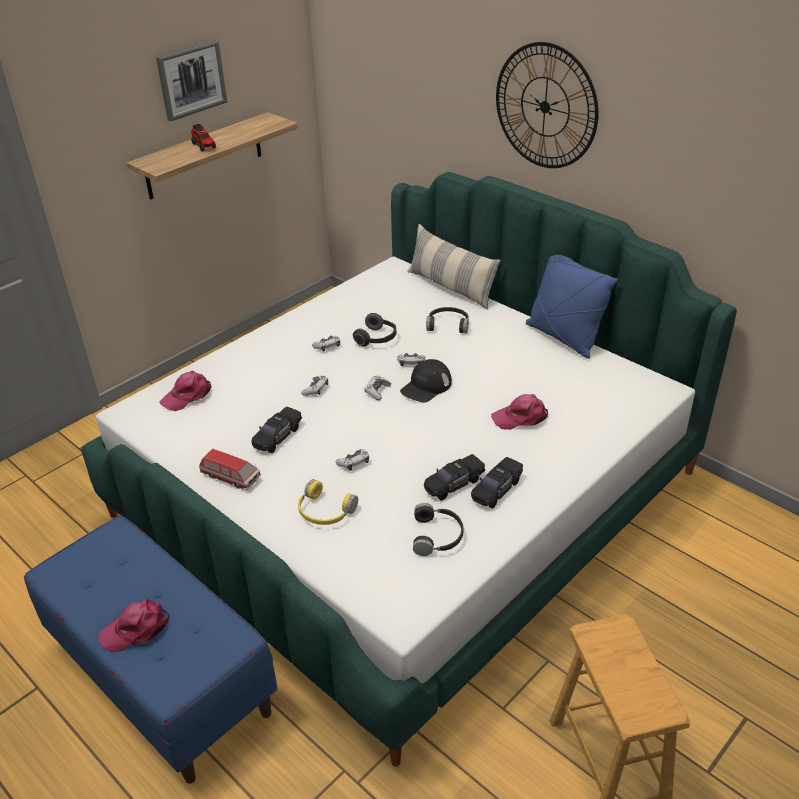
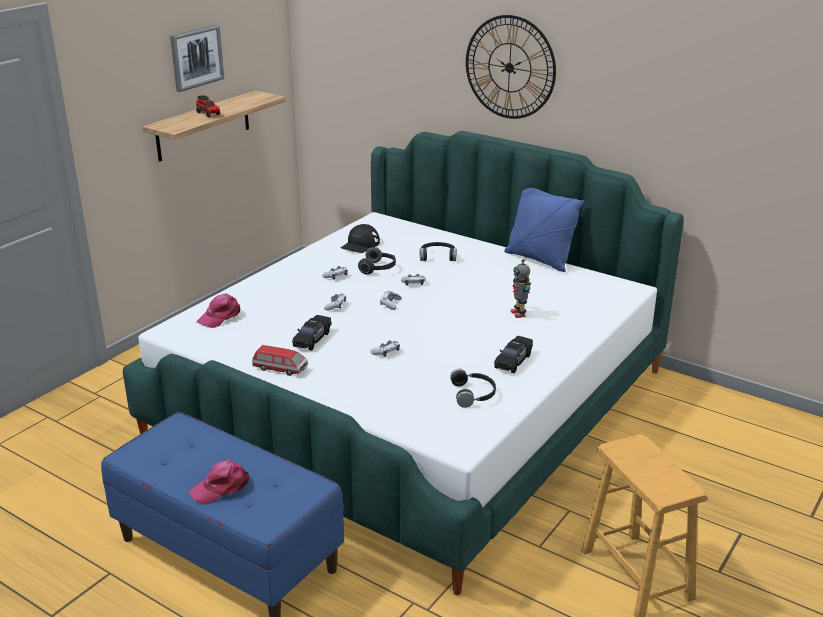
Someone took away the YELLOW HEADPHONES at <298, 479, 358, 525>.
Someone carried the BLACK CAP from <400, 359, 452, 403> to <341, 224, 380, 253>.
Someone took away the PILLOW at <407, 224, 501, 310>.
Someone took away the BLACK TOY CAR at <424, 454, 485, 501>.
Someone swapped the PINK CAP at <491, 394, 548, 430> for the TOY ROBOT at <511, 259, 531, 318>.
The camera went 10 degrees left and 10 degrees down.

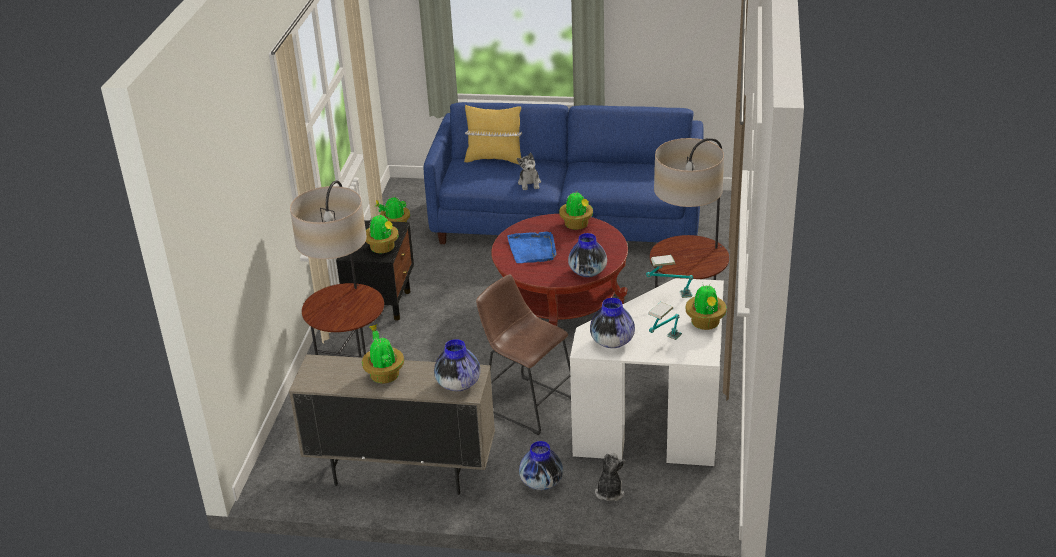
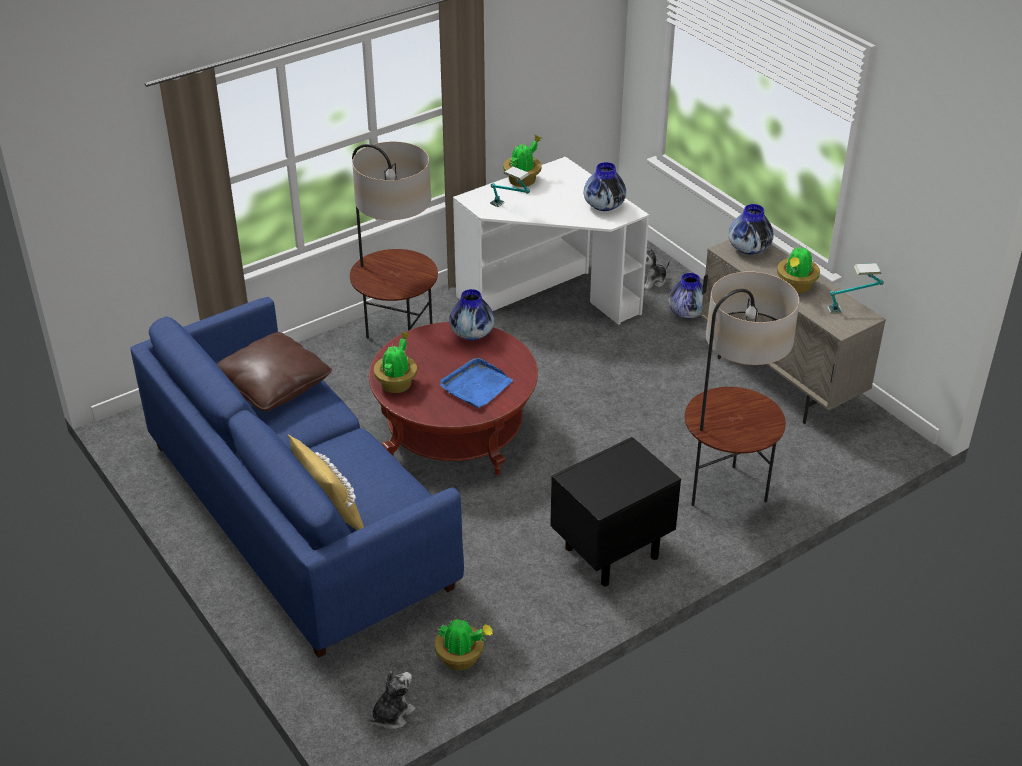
Someone took away the POTTED PLANT at <365, 214, 399, 253>.
Someone took away the BROWN STOOL at <476, 274, 571, 435>.
Someone carried the PLUSH TOY from <517, 152, 541, 190> to <369, 671, 416, 730>.
Someone carried the TABLE LAMP from <648, 302, 682, 340> to <827, 263, 884, 314>.
Someone put down the BROWN PILLOW at <217, 332, 332, 411>.
The camera went 135 degrees left and 5 degrees up.

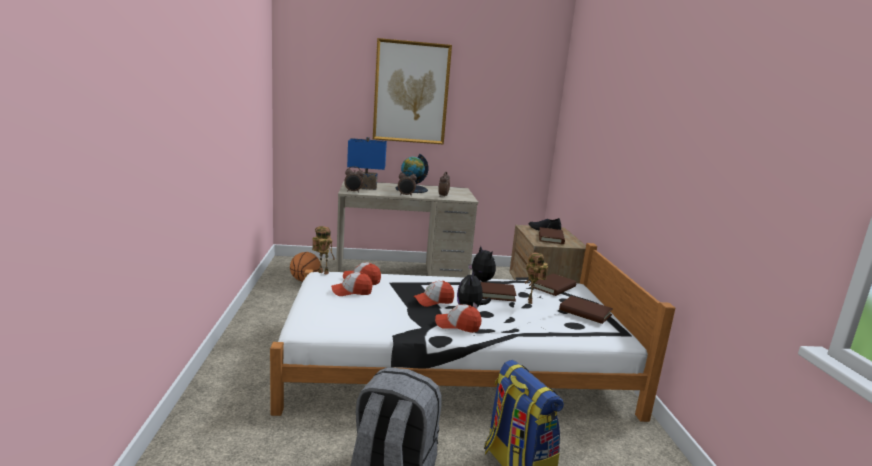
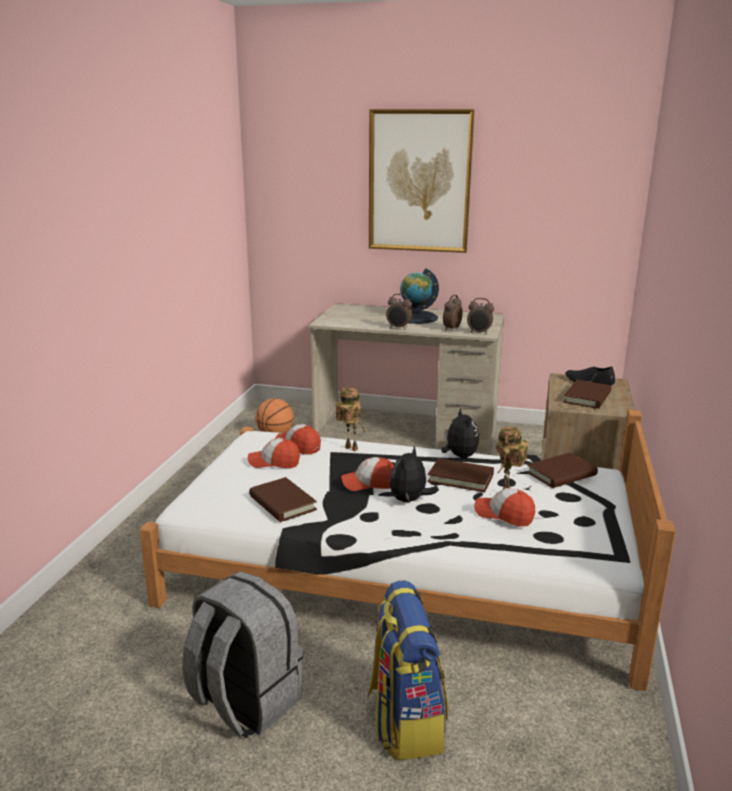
Someone carried the TOY ROBOT from <312, 226, 335, 275> to <335, 387, 366, 451>.
Someone carried the ALARM CLOCK from <344, 166, 364, 193> to <467, 298, 494, 334>.
Someone took away the BLUE TABLE LAMP at <347, 137, 387, 190>.
Someone carried the CAP from <435, 304, 481, 333> to <474, 488, 535, 527>.
Someone carried the BROWN BOOK from <559, 296, 613, 324> to <249, 477, 317, 522>.
The camera went 20 degrees right and 5 degrees up.

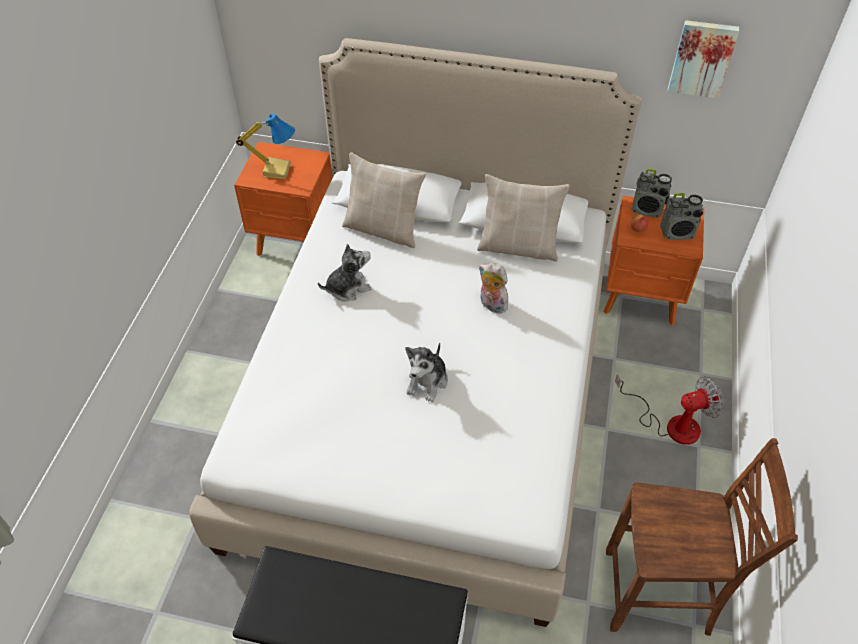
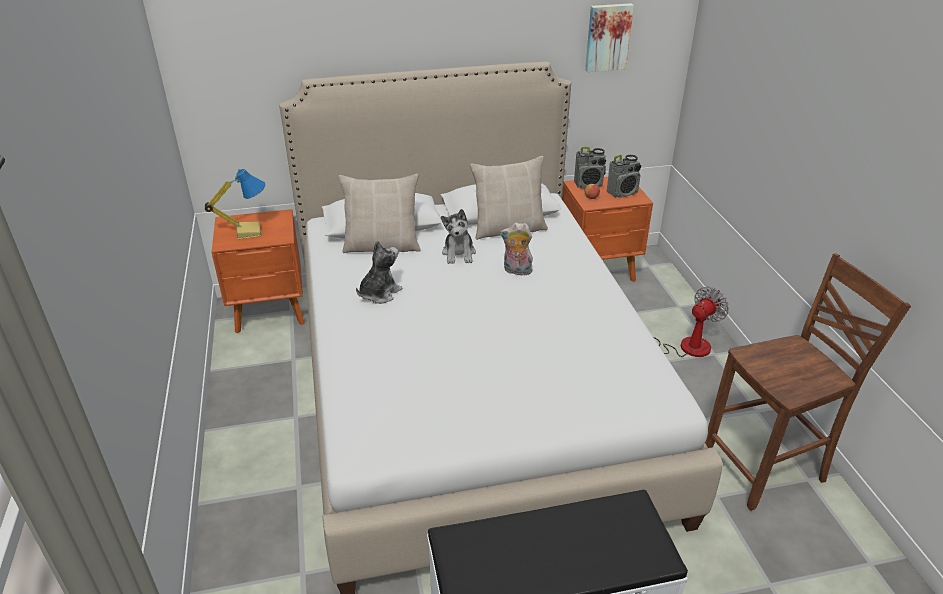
Someone carried the PLUSH TOY from <405, 342, 448, 402> to <441, 209, 476, 264>.
The camera went 25 degrees left and 15 degrees down.

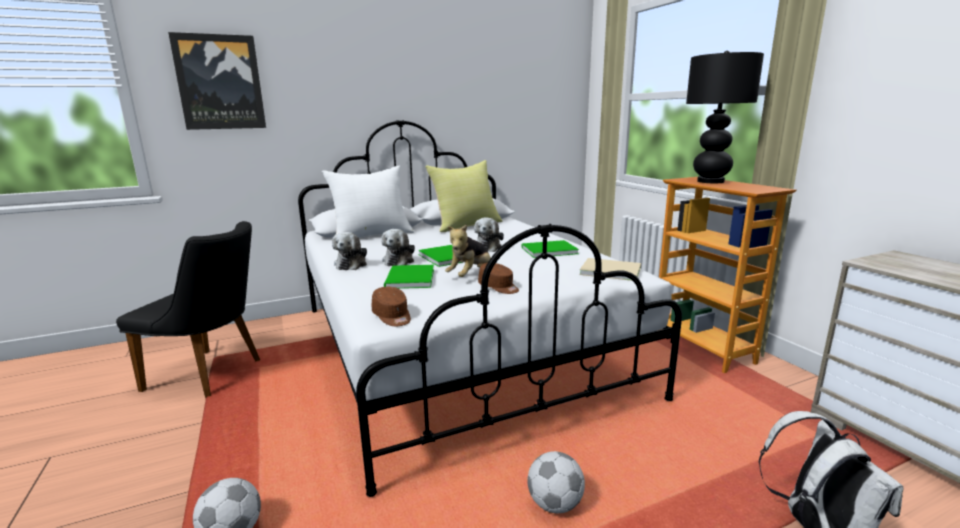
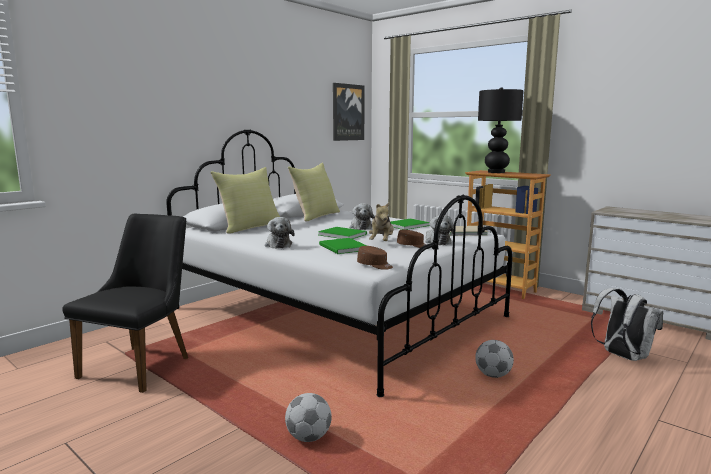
Someone rotated the BLACK CHAIR at <116, 221, 260, 399> by 60 degrees counterclockwise.
Someone carried the PICTURE from <168, 32, 266, 130> to <333, 83, 365, 141>.
Someone repainted the WHITE PILLOW at <322, 165, 414, 238>, which became the YELLOW PILLOW at <210, 167, 280, 234>.
Someone carried the PLUSH TOY from <381, 229, 415, 266> to <425, 215, 453, 245>.
The camera went 25 degrees left and 5 degrees down.

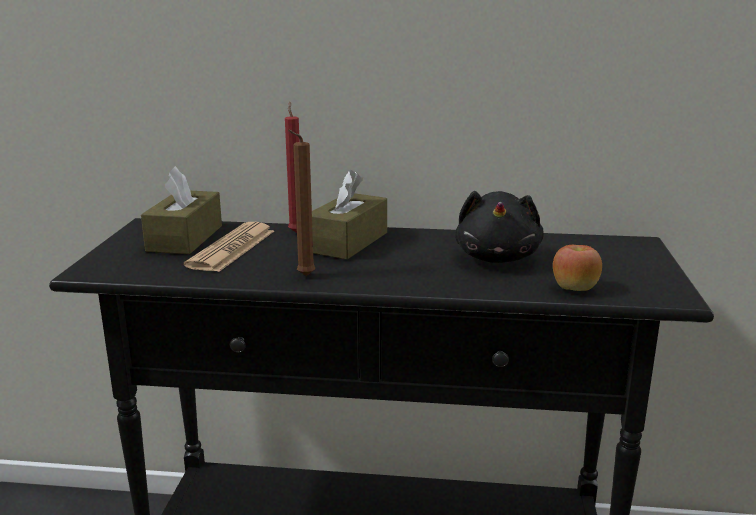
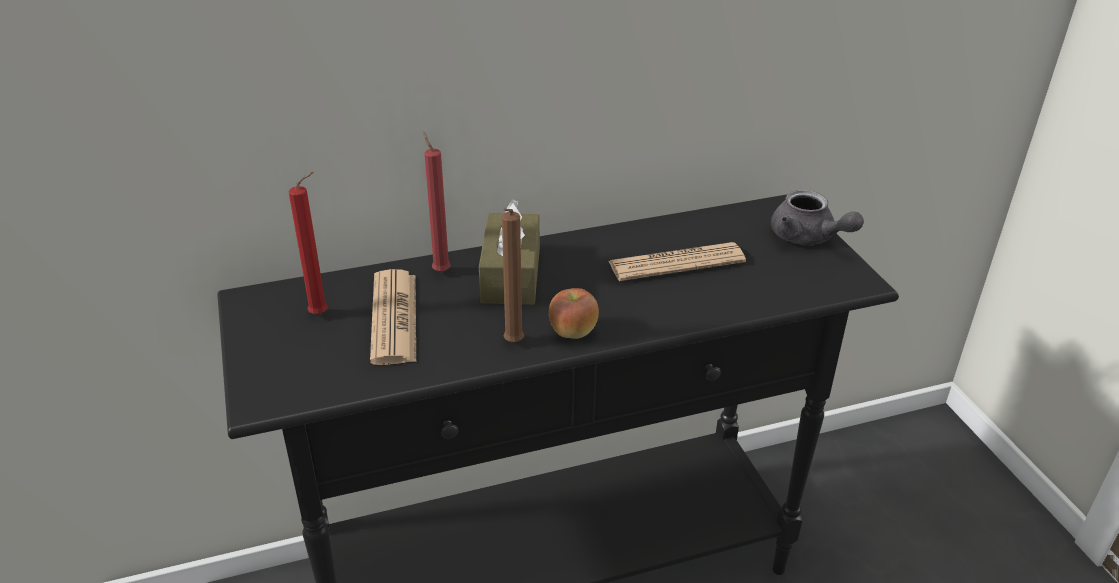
Someone swapped the BROWN TISSUE BOX at <141, 166, 222, 254> for the RED CANDLE at <289, 172, 328, 315>.
Someone swapped the BLACK PLUSH TOY at <455, 191, 544, 263> for the NEWSPAPER at <608, 242, 746, 281>.
Someone carried the APPLE from <553, 245, 602, 291> to <549, 288, 599, 339>.
Someone put down the GREY TEAPOT at <771, 190, 864, 245>.
The camera went 25 degrees left and 15 degrees up.

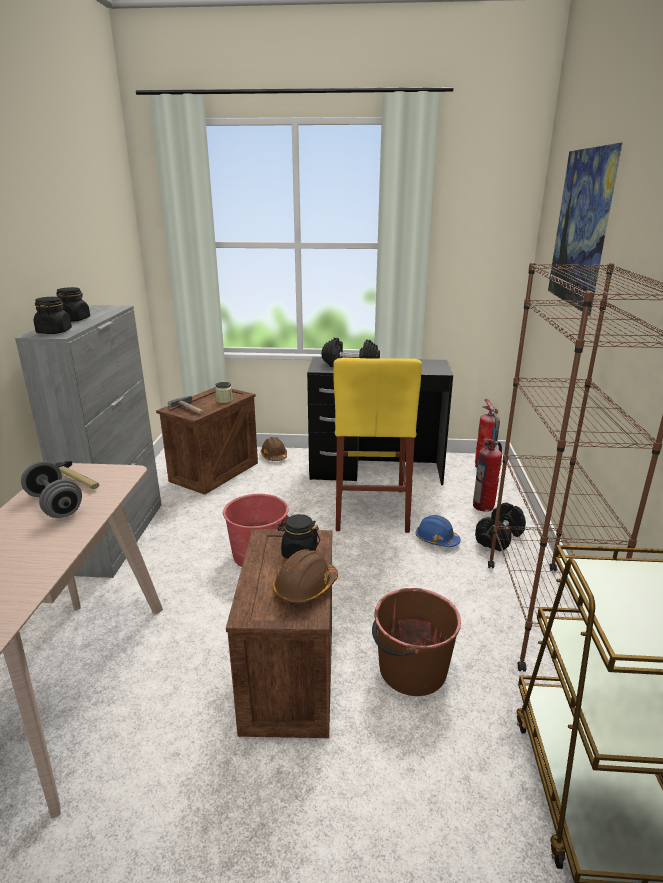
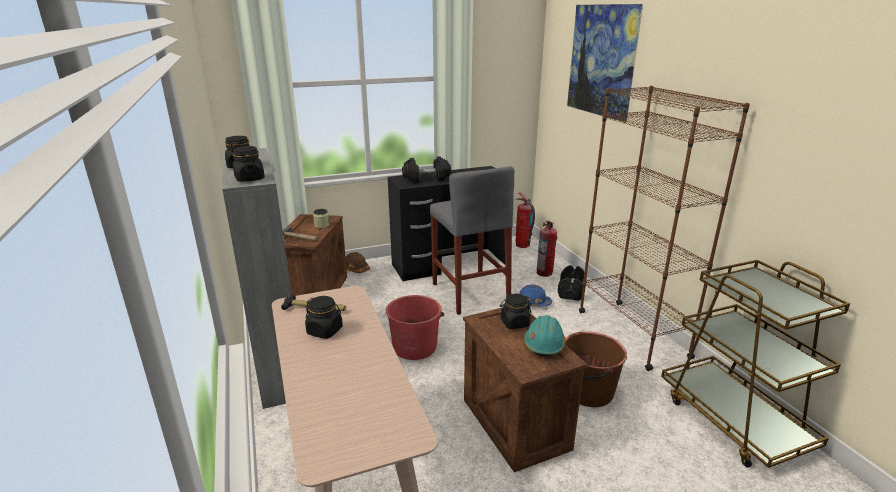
Someone swapped the GREY DUMBBELL at <21, 461, 82, 518> for the BLACK JAR at <305, 296, 343, 339>.
Someone repainted the BROWN HARD HAT at <273, 549, 338, 605>, which became the TURQUOISE HARD HAT at <524, 315, 566, 357>.
Someone repainted the YELLOW STOOL at <333, 358, 422, 533>, which became the GREY STOOL at <430, 166, 514, 315>.
The camera went 25 degrees left and 0 degrees up.

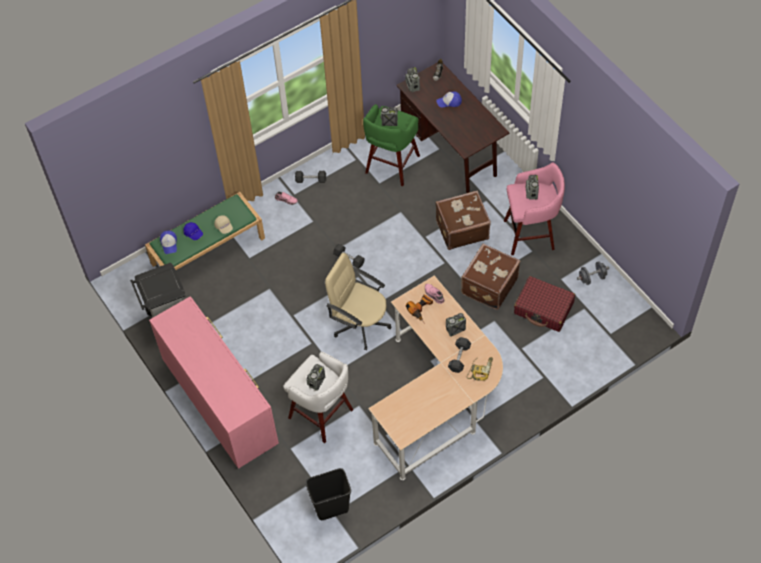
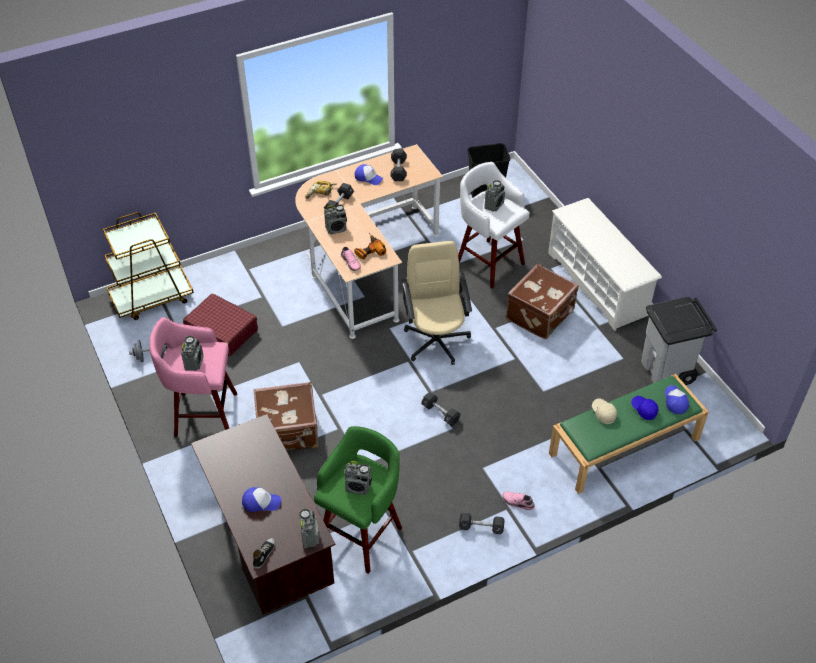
Someone swapped the PINK DRESSER at <149, 296, 279, 469> for the WHITE SHOE RACK at <548, 198, 662, 331>.
Someone rotated the BEIGE OFFICE CHAIR at <325, 253, 392, 350> by 135 degrees counterclockwise.
Someone carried the BROWN SUITCASE from <461, 243, 520, 310> to <506, 264, 579, 339>.
Someone put down the BROWN CART at <103, 212, 194, 320>.
Someone put down the CAP at <355, 164, 383, 185>.
Someone put down the BLACK DUMBBELL at <391, 149, 407, 181>.
The camera went 175 degrees left and 10 degrees down.

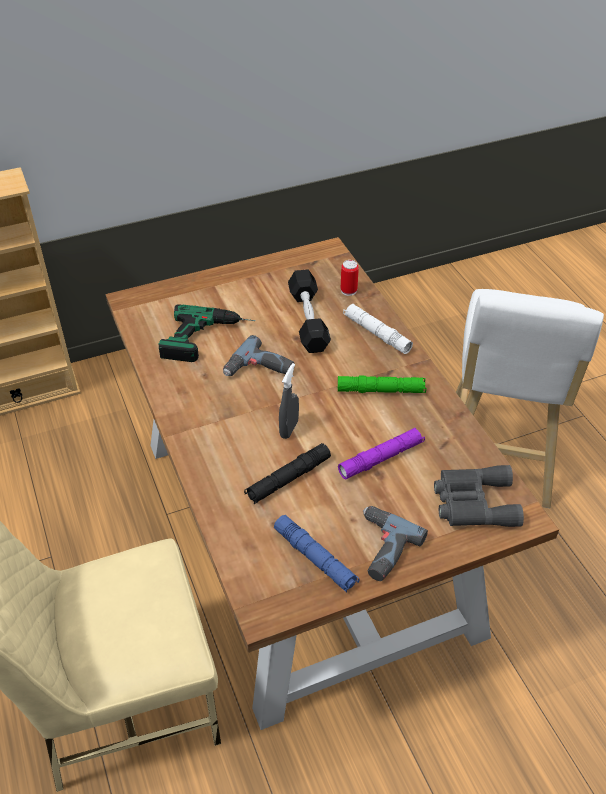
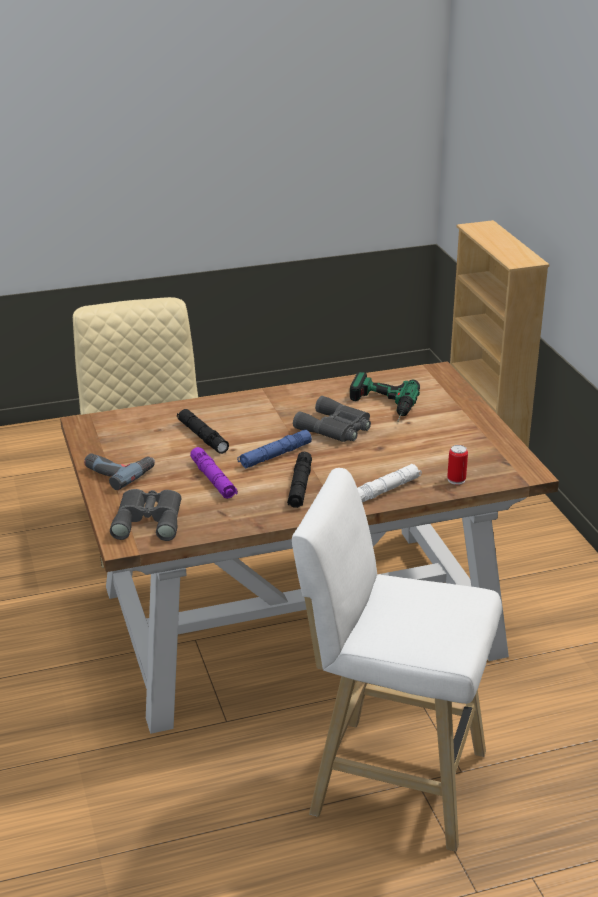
Someone swapped the POWER DRILL at <223, 335, 295, 376> for the GREY BINOCULARS at <293, 396, 371, 442>.
Someone carried the BLUE FLASHLIGHT from <274, 515, 360, 593> to <237, 430, 312, 468>.
Someone took away the GREY SPRAY BOTTLE at <279, 363, 299, 439>.
Someone took away the BLACK DUMBBELL at <288, 269, 331, 353>.
Someone repainted the GREEN FLASHLIGHT at <338, 376, 426, 393>, which became the BLACK FLASHLIGHT at <287, 452, 312, 508>.
The camera went 95 degrees right and 15 degrees down.

